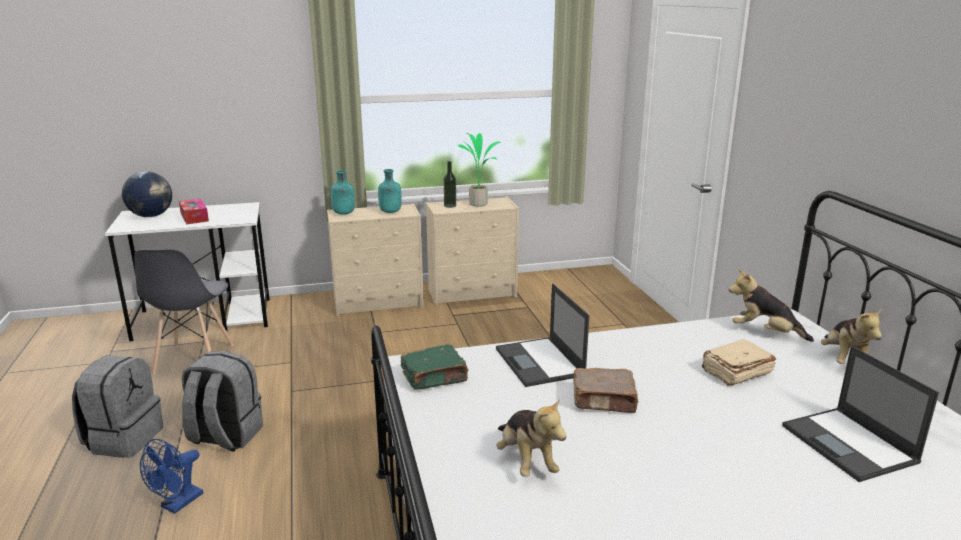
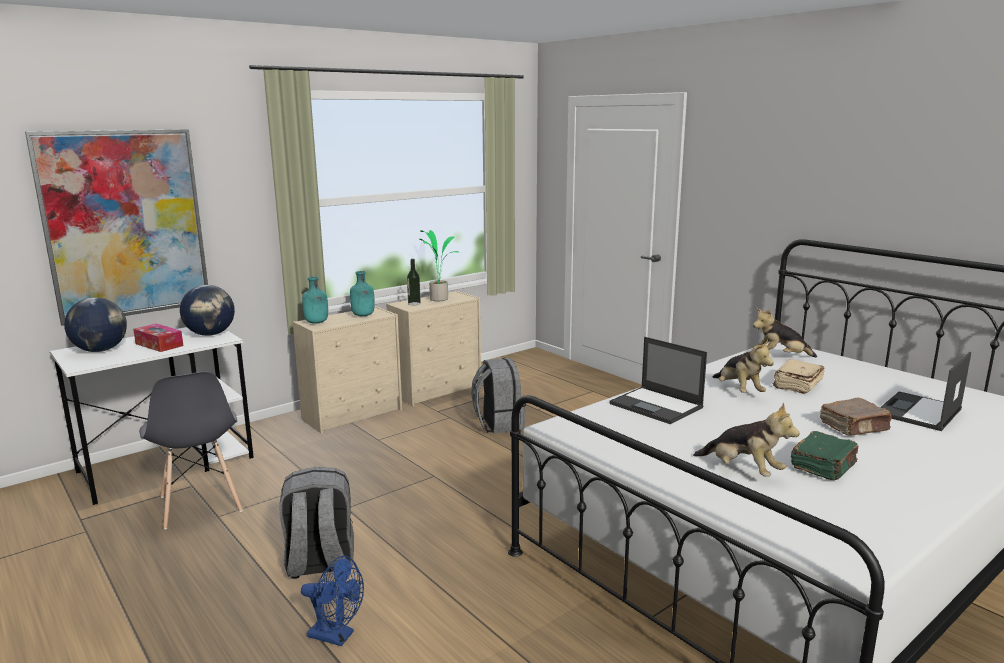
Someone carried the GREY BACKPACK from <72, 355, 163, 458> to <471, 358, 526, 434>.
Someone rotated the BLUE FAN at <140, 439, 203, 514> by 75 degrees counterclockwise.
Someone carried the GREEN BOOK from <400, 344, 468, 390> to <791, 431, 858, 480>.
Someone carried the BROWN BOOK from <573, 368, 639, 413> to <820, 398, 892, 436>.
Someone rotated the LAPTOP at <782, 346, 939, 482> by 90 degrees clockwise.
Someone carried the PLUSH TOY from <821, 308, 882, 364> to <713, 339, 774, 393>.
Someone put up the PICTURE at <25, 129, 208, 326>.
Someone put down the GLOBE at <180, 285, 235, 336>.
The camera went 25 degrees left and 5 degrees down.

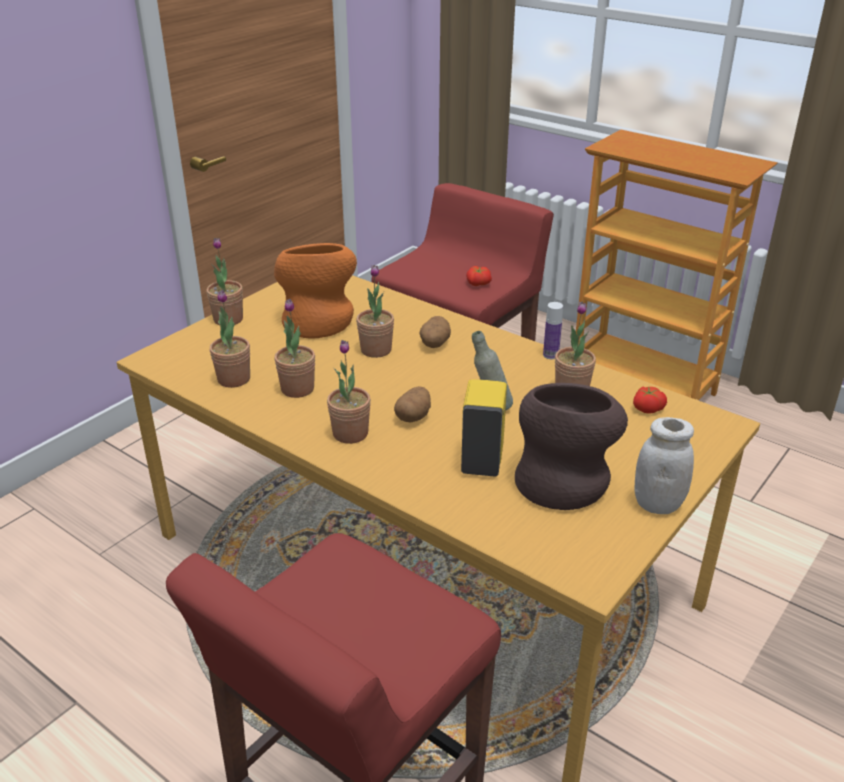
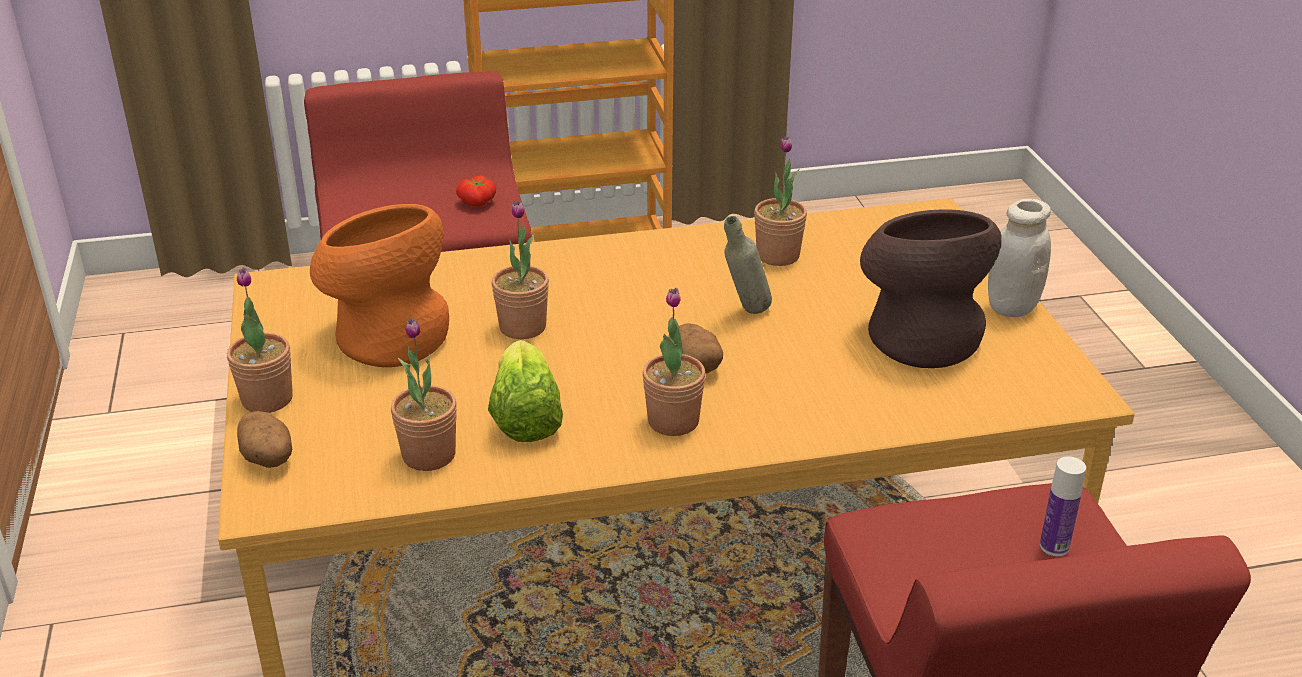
Someone swapped the POTTED PLANT at <274, 299, 315, 398> for the LETTUCE at <488, 340, 563, 442>.
Someone carried the POTATO from <419, 316, 451, 348> to <237, 411, 292, 468>.
Someone took away the YELLOW SOAP DISPENSER at <461, 379, 507, 477>.
Someone carried the BOTTLE from <543, 302, 563, 359> to <1040, 456, 1086, 556>.
Someone took away the TOMATO at <633, 387, 667, 414>.
The camera went 50 degrees left and 0 degrees up.

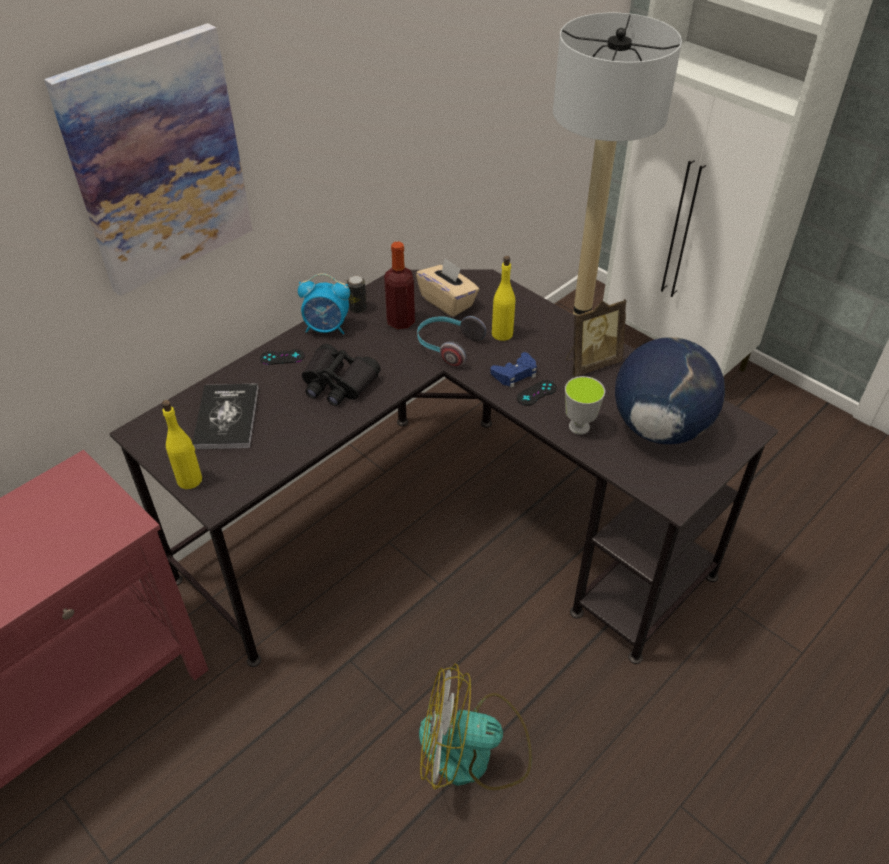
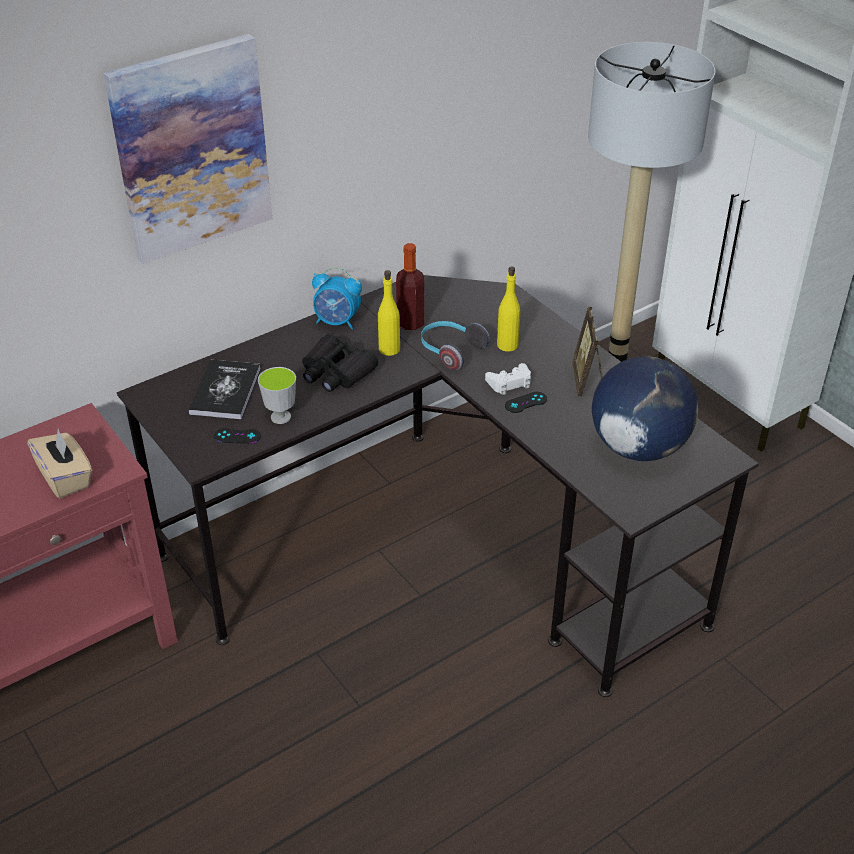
Someone carried the YELLOW BOTTLE from <162, 400, 202, 489> to <378, 270, 400, 356>.
Someone carried the BLACK GAME CONTROLLER from <260, 349, 305, 365> to <214, 428, 261, 444>.
Someone took away the CAN at <347, 275, 367, 313>.
Someone carried the BEIGE TISSUE BOX from <416, 258, 479, 317> to <27, 429, 92, 498>.
Someone took away the FAN at <419, 663, 532, 790>.
Someone repainted the BLUE GAME CONTROLLER at <490, 352, 537, 388>, which became the WHITE GAME CONTROLLER at <485, 363, 531, 395>.
Someone carried the CUP from <565, 376, 605, 435> to <258, 367, 296, 424>.
Someone rotated the PICTURE FRAME at <566, 299, 627, 377> by 105 degrees clockwise.
The camera went 10 degrees right and 5 degrees down.

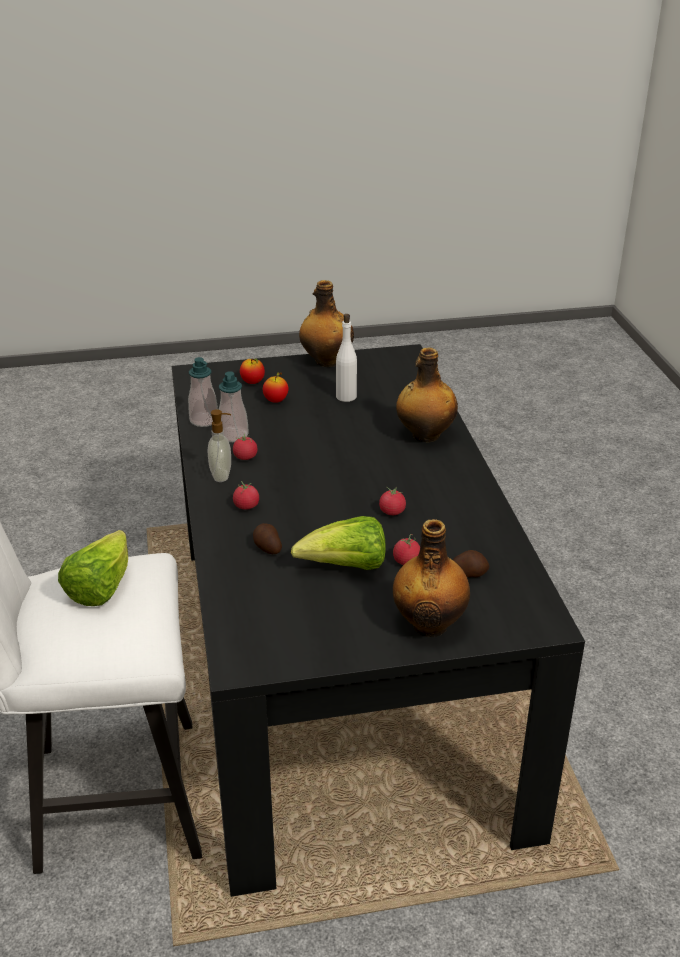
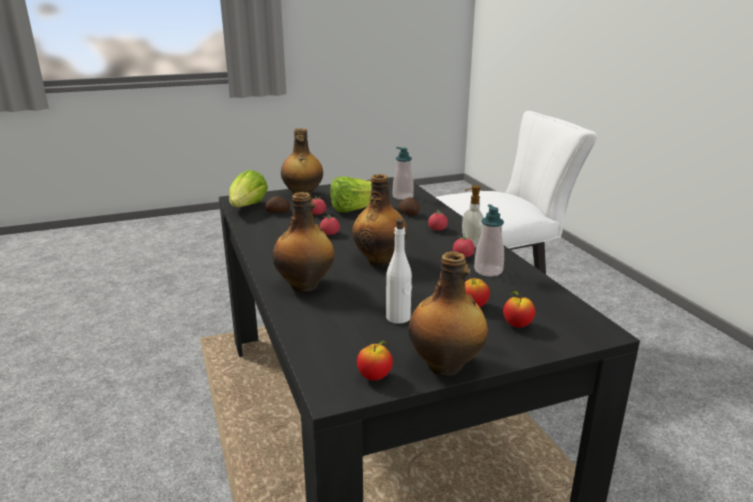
Someone carried the LETTUCE from <58, 530, 128, 606> to <229, 170, 268, 207>.
Someone carried the SOAP DISPENSER from <188, 357, 218, 427> to <393, 147, 414, 200>.
Someone put down the BOTTLE at <352, 174, 408, 266>.
Someone put down the APPLE at <357, 340, 393, 381>.
The camera went 170 degrees right and 10 degrees down.

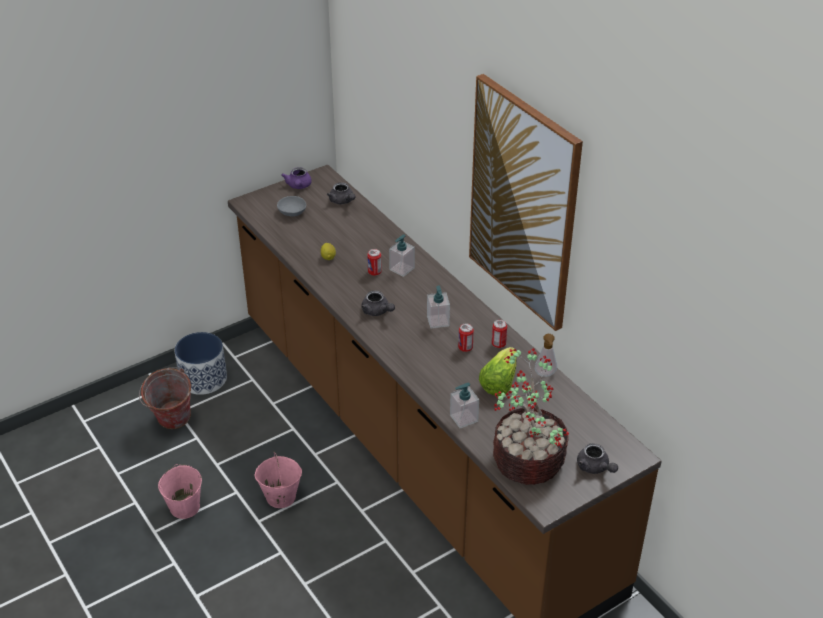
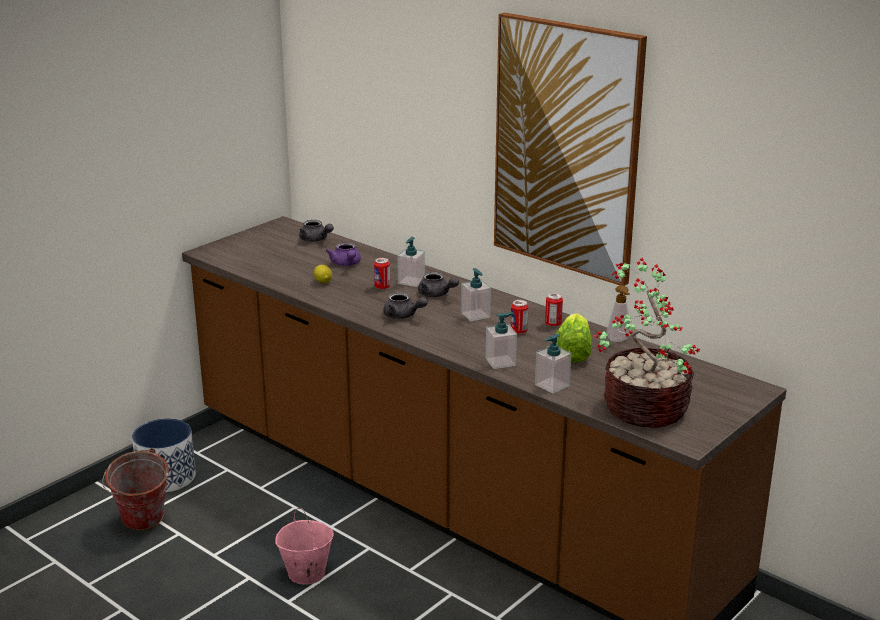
Someone took away the PINK BUCKET at <158, 464, 202, 519>.
Someone took away the GREY BOWL at <277, 196, 306, 216>.
Someone carried the PURPLE TEAPOT from <281, 167, 312, 189> to <326, 242, 361, 266>.
Someone carried the GREY TEAPOT from <577, 443, 618, 474> to <418, 272, 459, 297>.
Someone put down the SOAP DISPENSER at <486, 312, 517, 369>.
The camera went 15 degrees left and 15 degrees down.

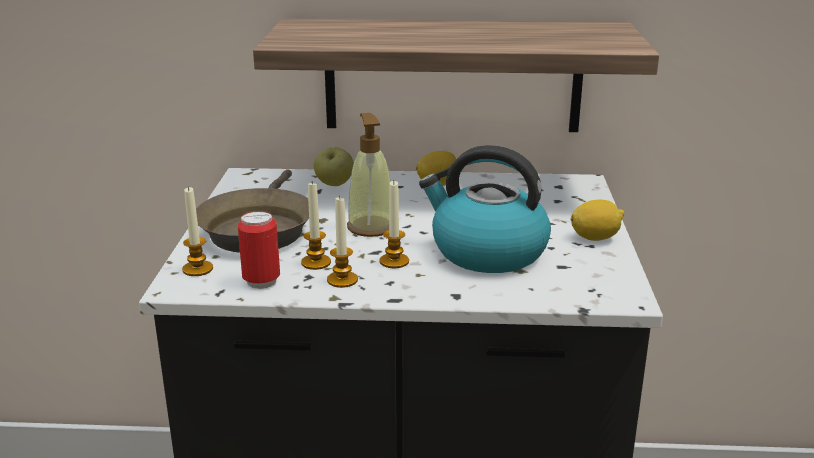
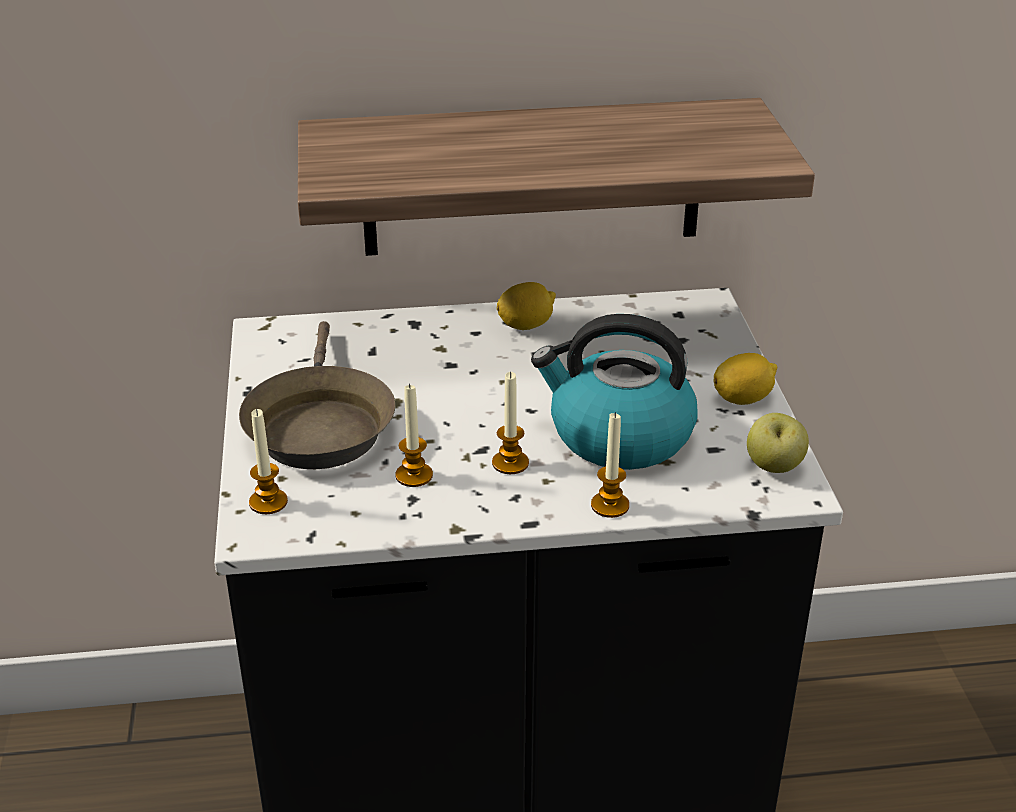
Someone took away the CAN at <238, 211, 280, 289>.
Someone carried the APPLE from <314, 147, 354, 186> to <747, 413, 809, 473>.
Someone carried the CANDLE from <327, 195, 358, 288> to <591, 412, 629, 518>.
Someone took away the SOAP DISPENSER at <347, 113, 391, 237>.
The camera went 10 degrees left and 10 degrees up.

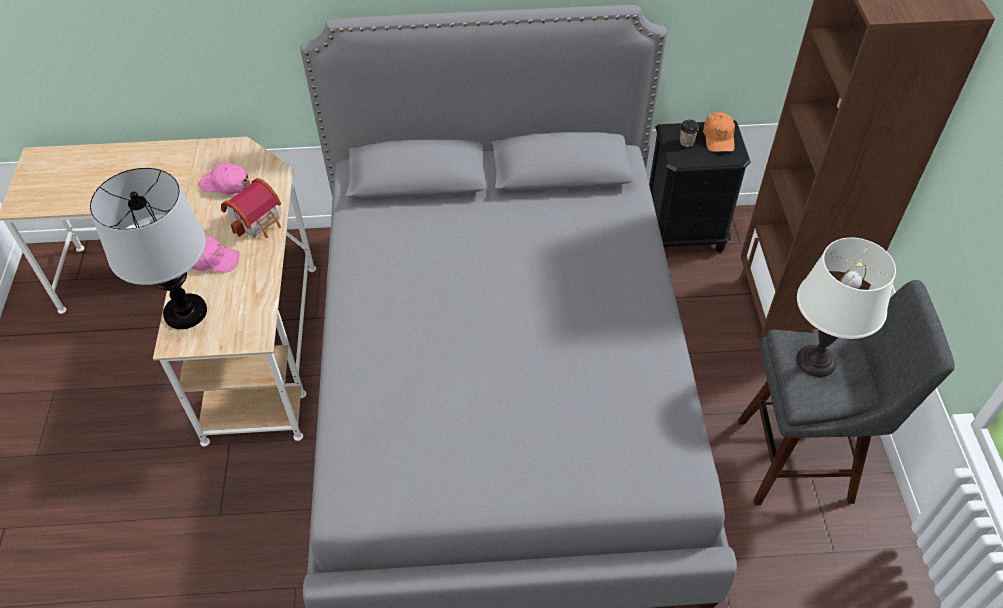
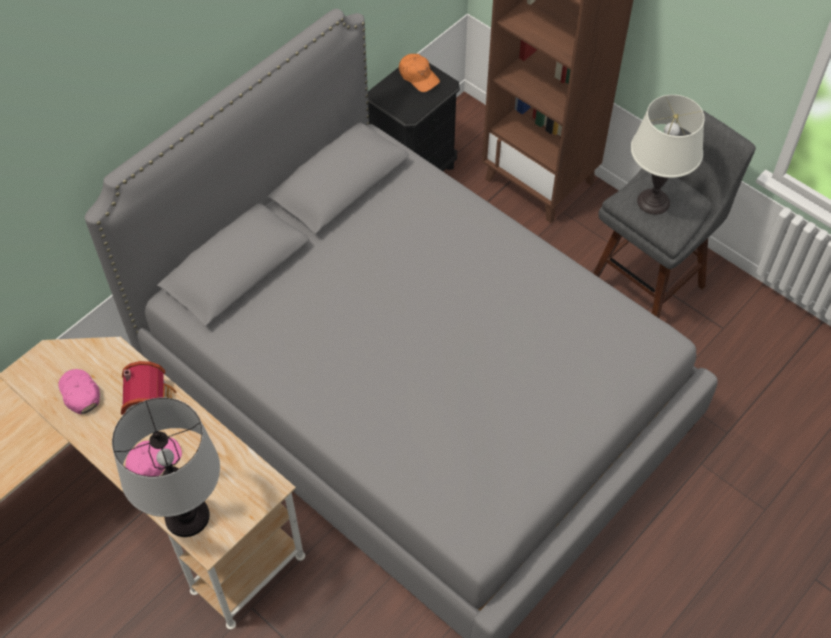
Someone rotated the PINK CAP at <200, 162, 248, 194> by 90 degrees clockwise.
Someone took away the CUP at <680, 119, 699, 147>.
The camera went 45 degrees left and 5 degrees up.

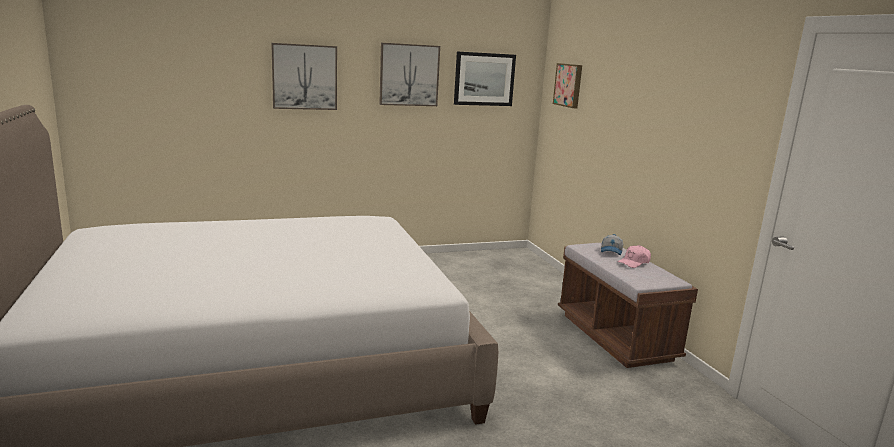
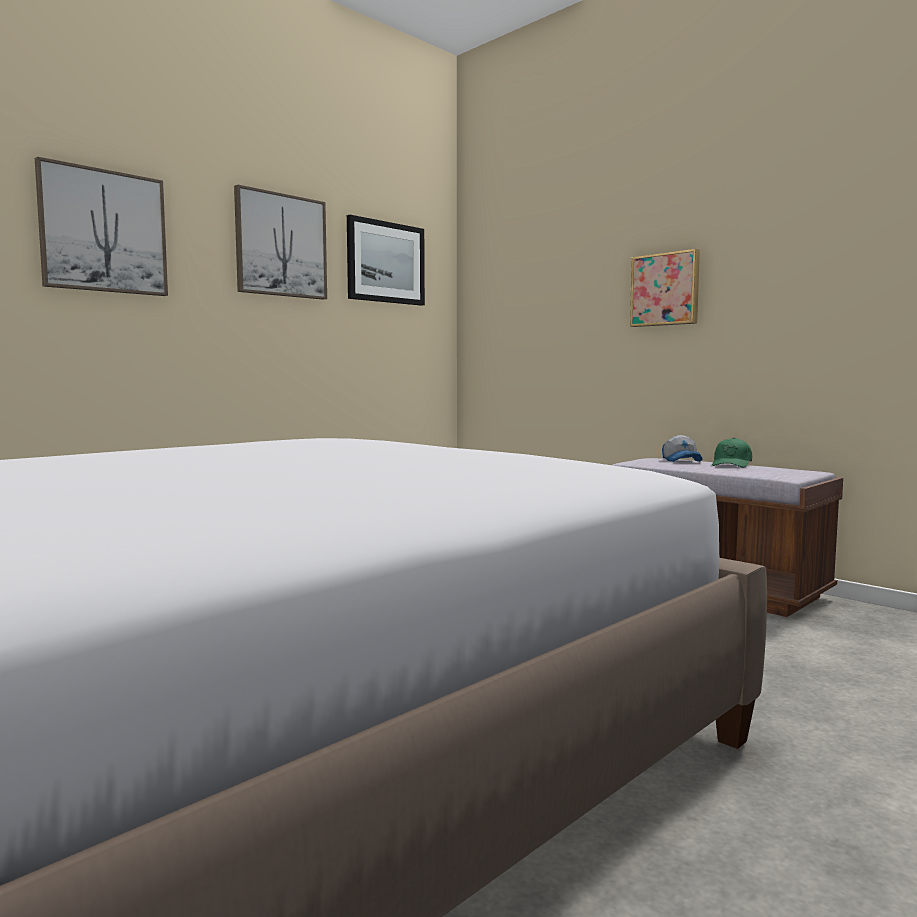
Someone carried the PICTURE from <553, 63, 582, 108> to <630, 249, 700, 327>.
Someone repainted the PINK CAP at <618, 245, 651, 268>, which became the GREEN CAP at <712, 437, 752, 467>.
The camera went 25 degrees left and 10 degrees down.

